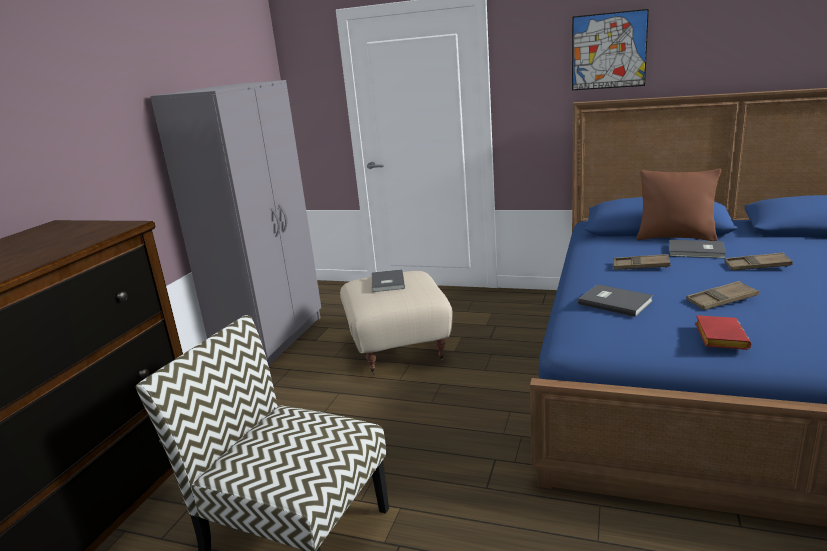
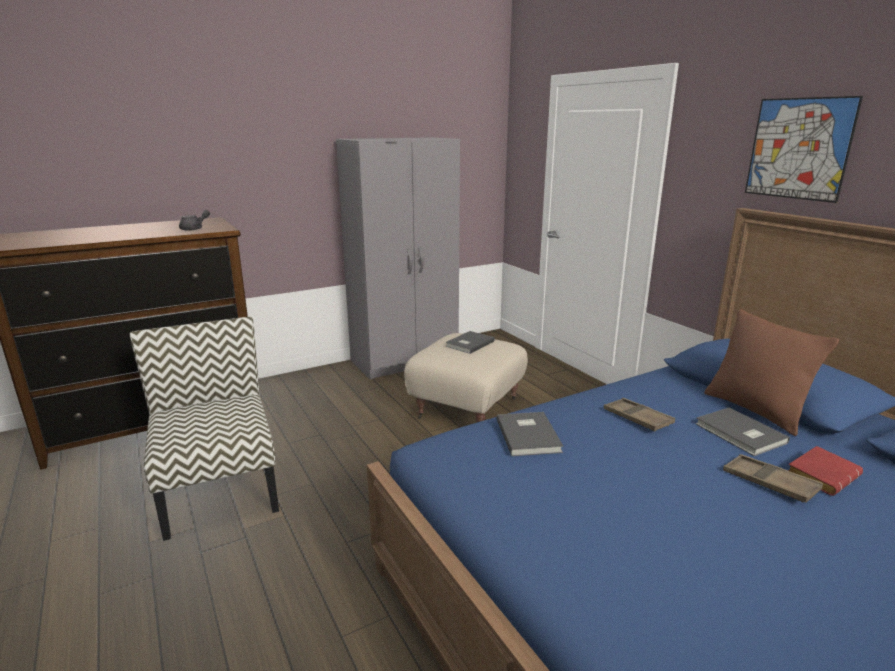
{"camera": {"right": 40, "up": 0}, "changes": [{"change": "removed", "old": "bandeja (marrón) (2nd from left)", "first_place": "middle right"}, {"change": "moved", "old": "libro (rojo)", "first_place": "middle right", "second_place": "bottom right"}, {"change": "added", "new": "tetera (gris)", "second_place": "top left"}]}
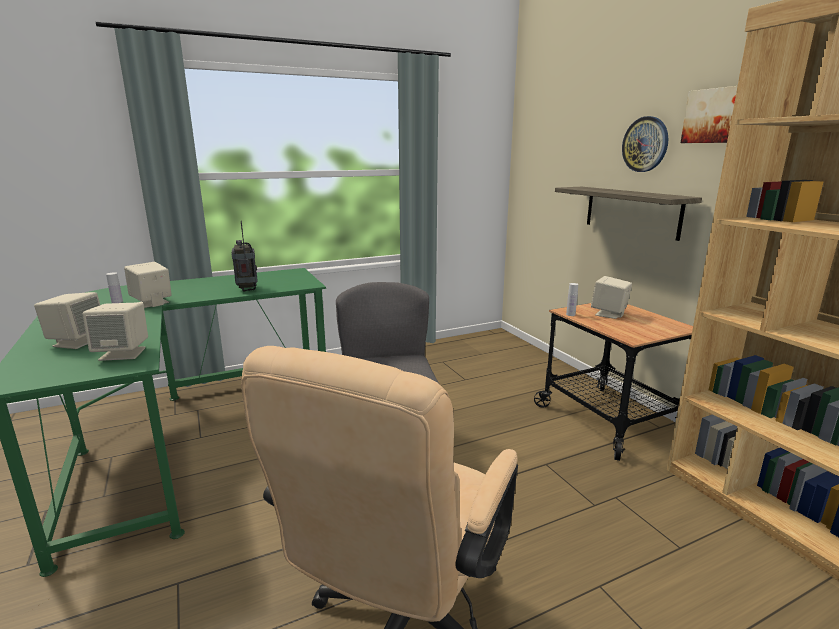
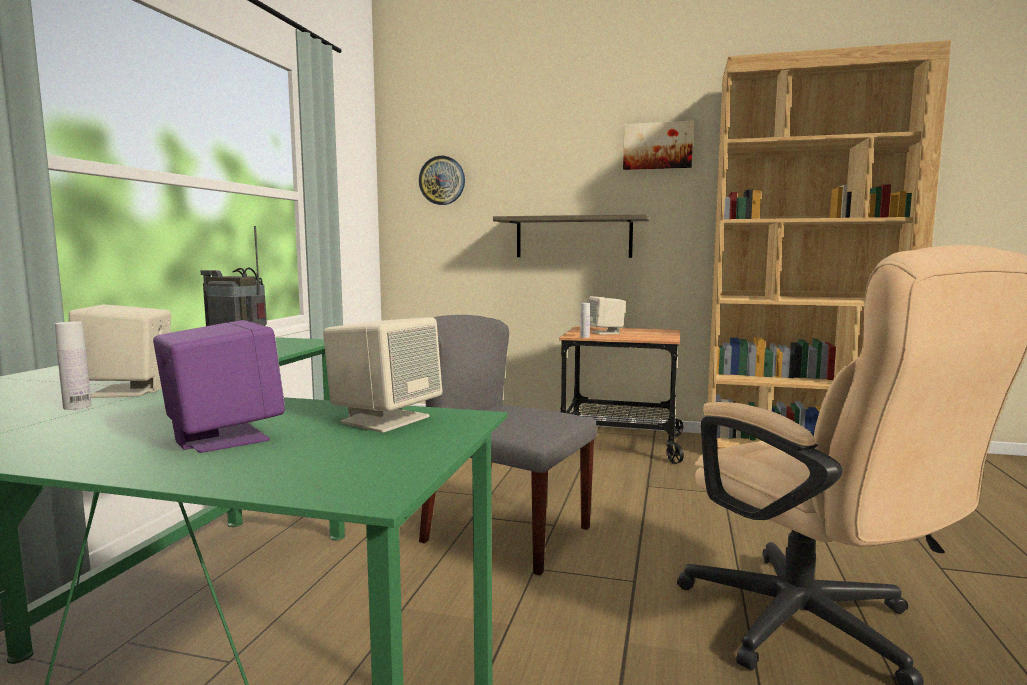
{"camera": {"right": -50, "up": -10}, "changes": [{"change": "recoloured", "old": "altavoz (beis) (1st from left)", "new": "altavoz (morado)", "first_place": "middle left", "second_place": "middle left"}, {"change": "moved", "old": "reloj de pared", "first_place": "top right", "second_place": "top centre"}]}
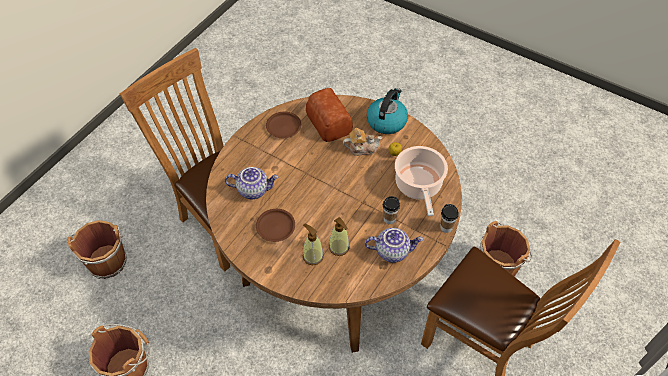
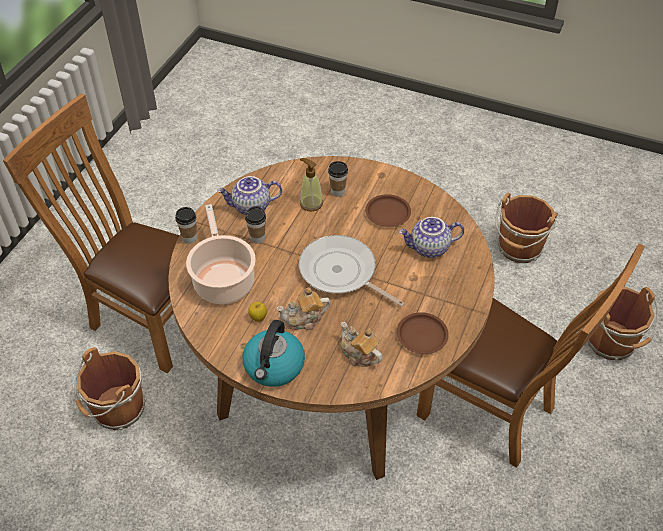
{"camera": {"right": 170, "up": -5}, "changes": [{"change": "replaced", "old": "dispensador de jabón (1st from left)", "new": "taza (3rd from left)", "first_place": "centre", "second_place": "centre"}, {"change": "replaced", "old": "pan", "new": "tetera (3rd from left)", "first_place": "top centre", "second_place": "centre"}, {"change": "added", "new": "sartén", "second_place": "centre"}]}
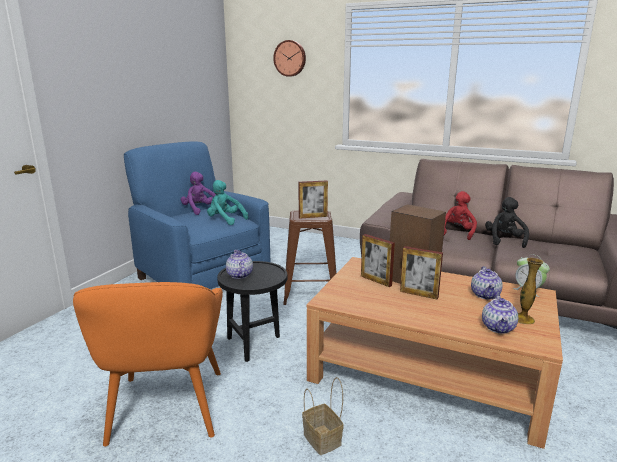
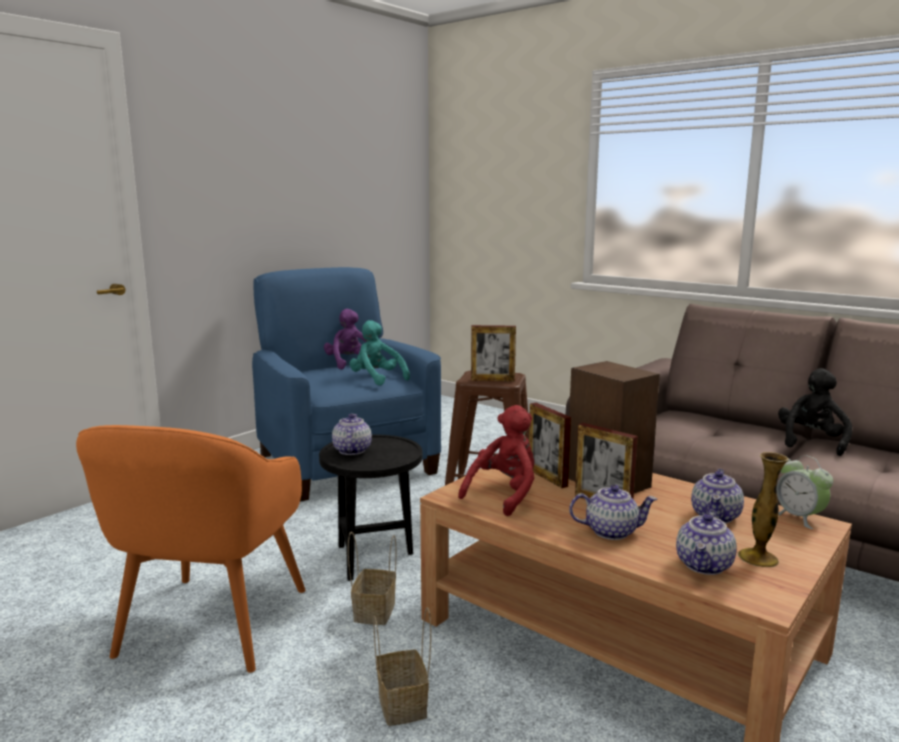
{"camera": {"right": 15, "up": -5}, "changes": [{"change": "removed", "old": "reloj de pared", "first_place": "top centre"}, {"change": "moved", "old": "peluche (rojo)", "first_place": "middle right", "second_place": "centre"}, {"change": "added", "new": "cesta (1st from left)", "second_place": "bottom centre"}, {"change": "added", "new": "tetera (2nd from left)", "second_place": "bottom right"}]}
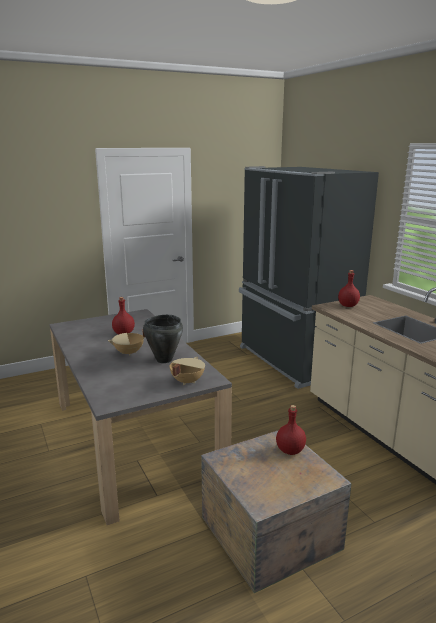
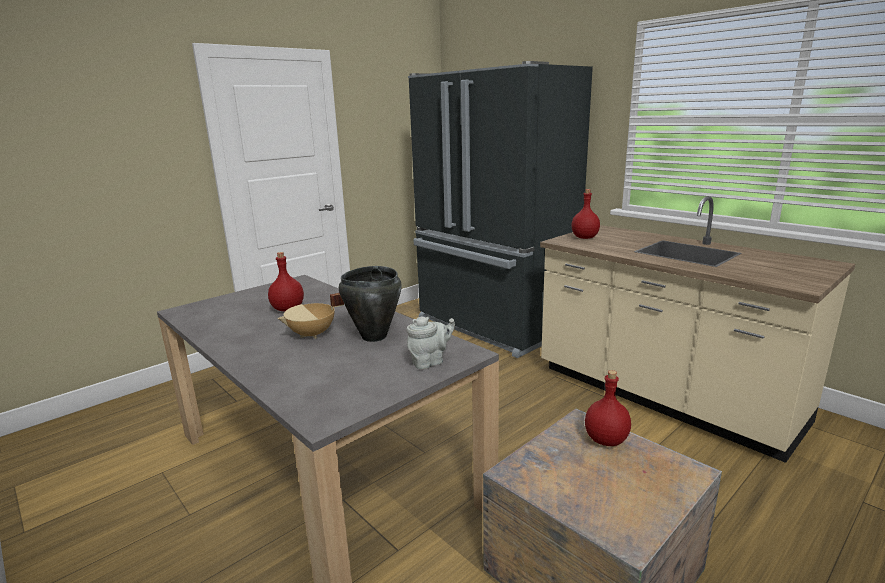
{"camera": {"right": -15, "up": 0}, "changes": [{"change": "replaced", "old": "olla (beis) (2nd from left)", "new": "tetera (gris)", "first_place": "centre", "second_place": "centre"}]}
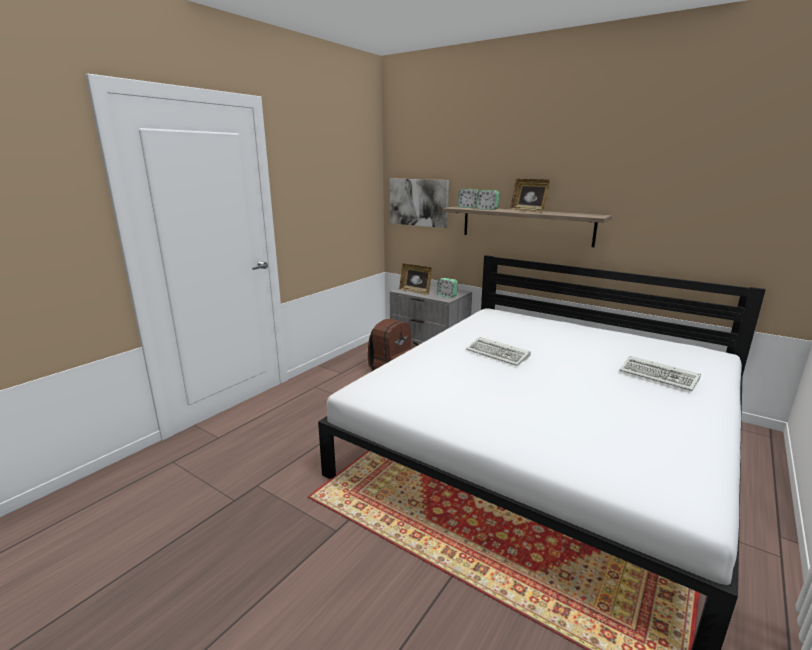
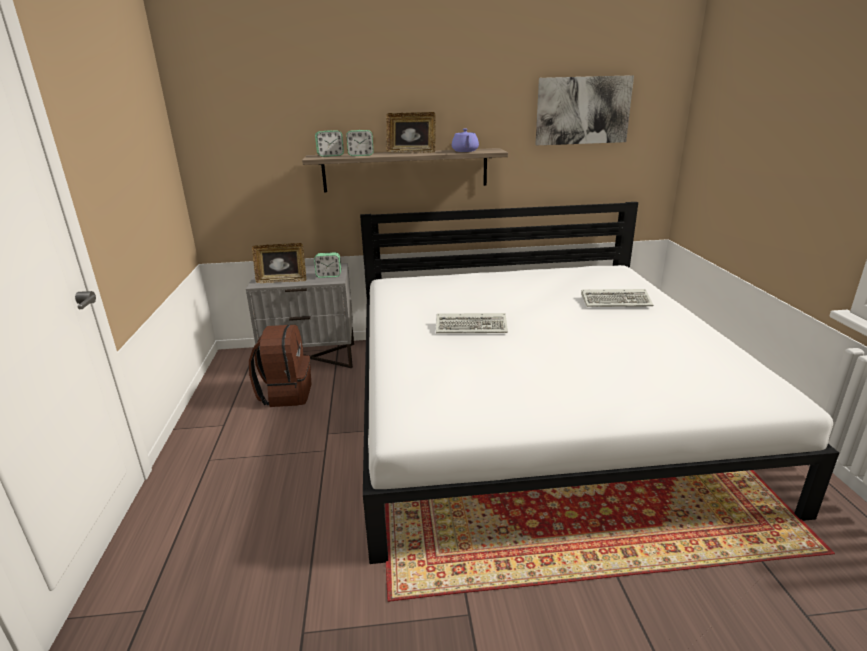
{"camera": {"right": -40, "up": 5}, "changes": [{"change": "moved", "old": "cuadro", "first_place": "top centre", "second_place": "top right"}, {"change": "added", "new": "tetera (morado)", "second_place": "top centre"}]}
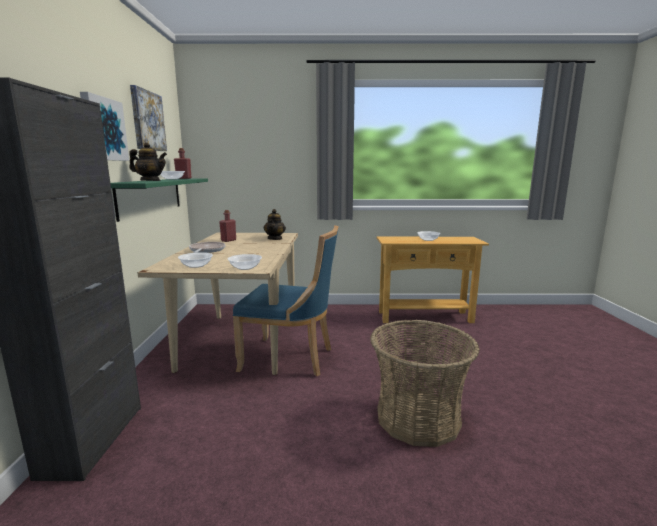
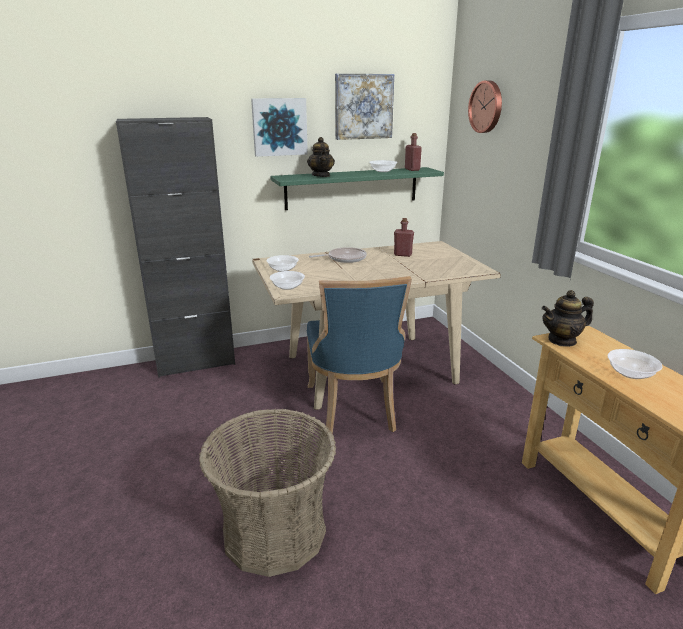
{"camera": {"right": 70, "up": 10}, "changes": [{"change": "moved", "old": "tetera (2nd from left)", "first_place": "centre", "second_place": "middle right"}, {"change": "added", "new": "reloj de pared", "second_place": "top right"}]}
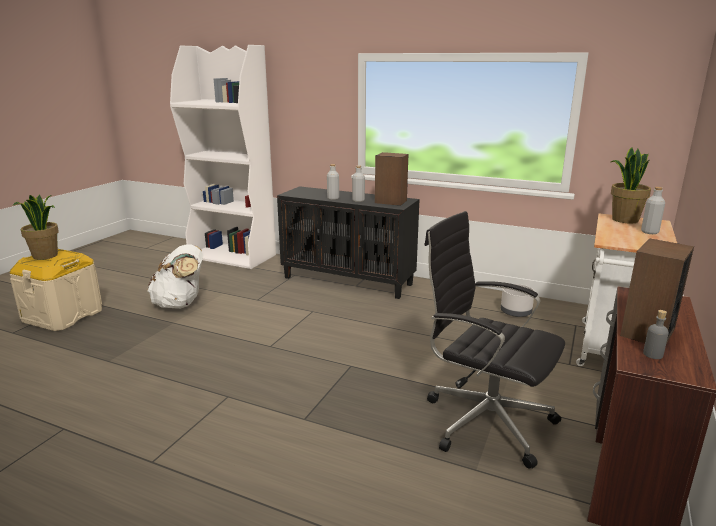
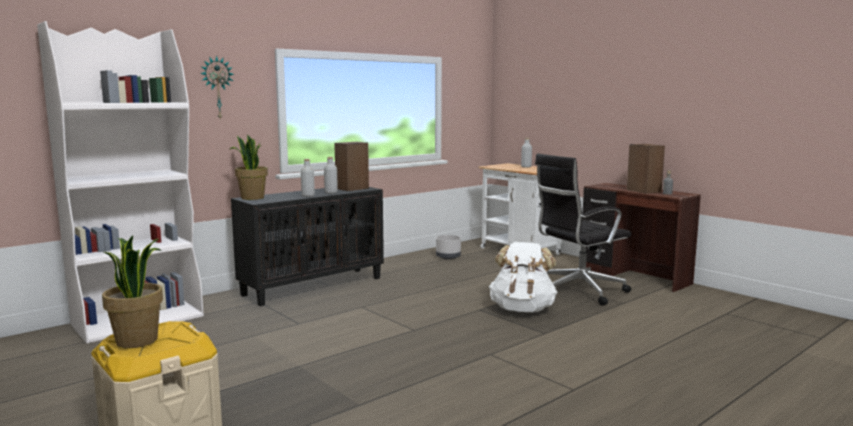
{"camera": {"right": -65, "up": -10}, "changes": [{"change": "moved", "old": "mochila (blanco)", "first_place": "middle left", "second_place": "centre"}, {"change": "moved", "old": "planta en maceta (2nd from left)", "first_place": "middle right", "second_place": "middle left"}, {"change": "added", "new": "reloj de pared", "second_place": "top left"}]}
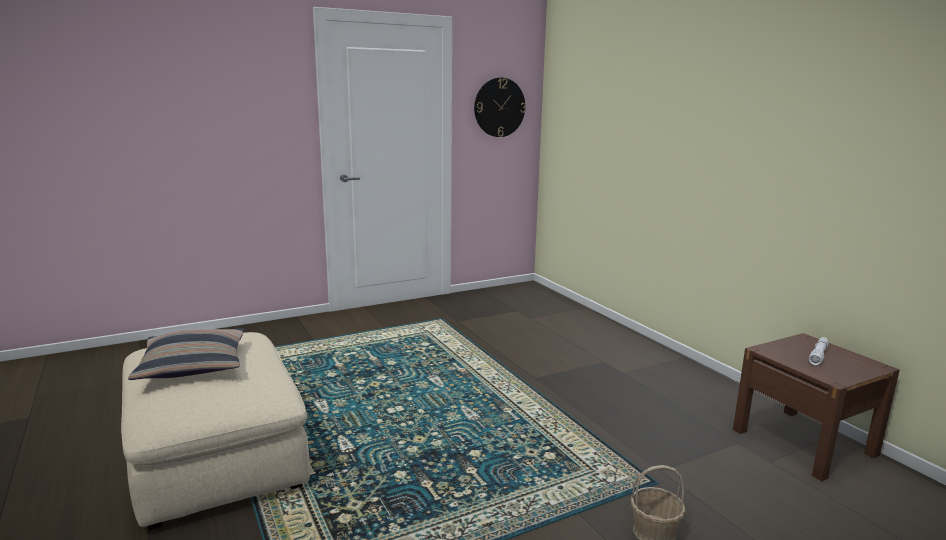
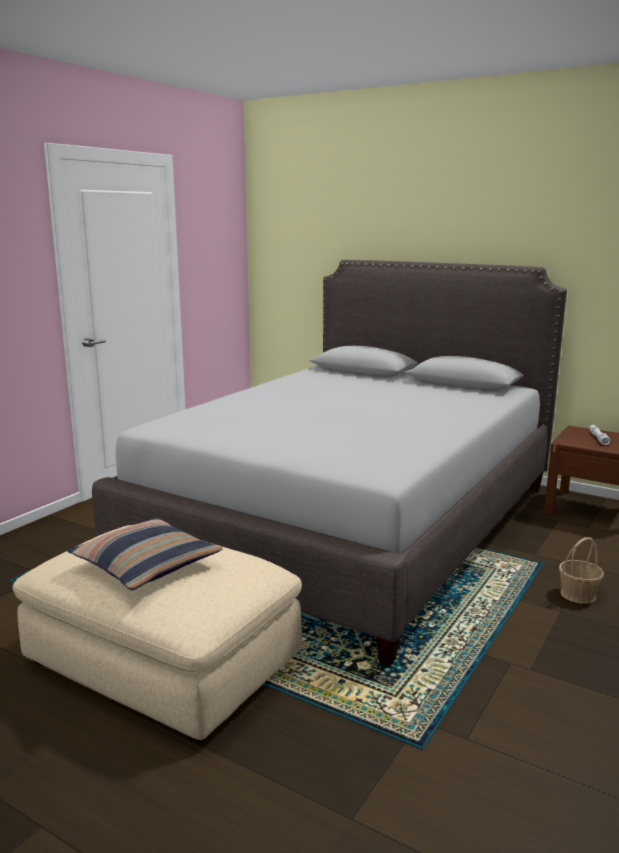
{"camera": {"right": -30, "up": 0}, "changes": [{"change": "removed", "old": "reloj de pared", "first_place": "top centre"}, {"change": "added", "new": "cama (gris)", "second_place": "centre"}]}
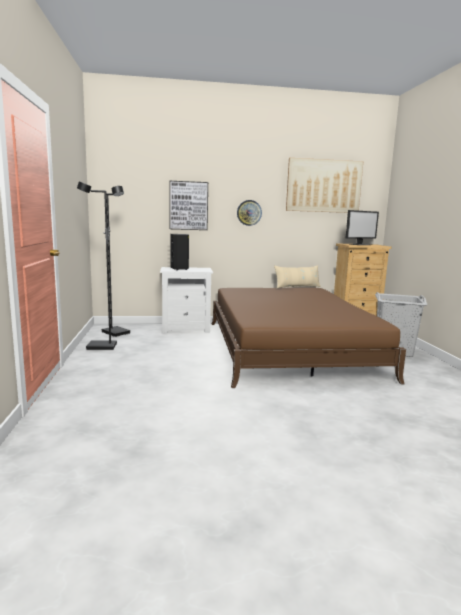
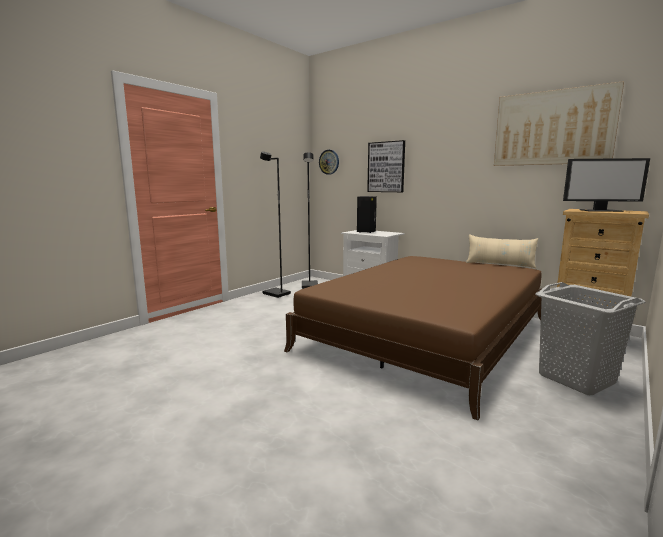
{"camera": {"right": 45, "up": 0}, "changes": [{"change": "moved", "old": "reloj de pared", "first_place": "centre", "second_place": "top centre"}]}
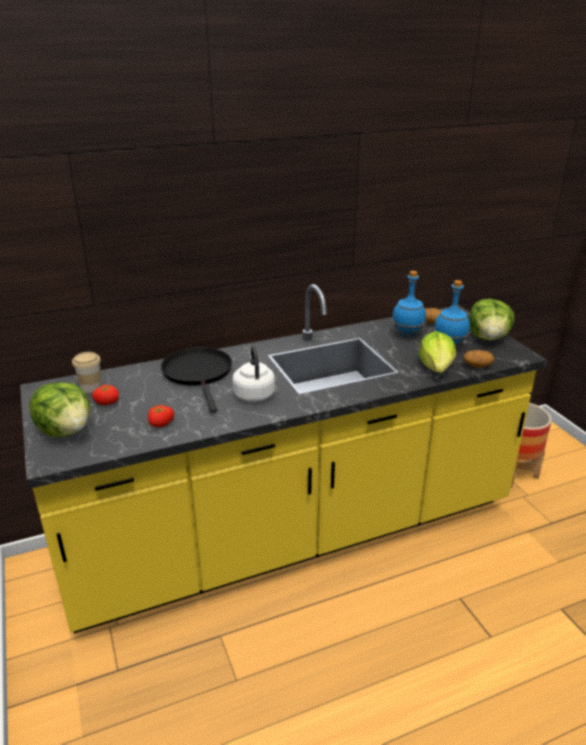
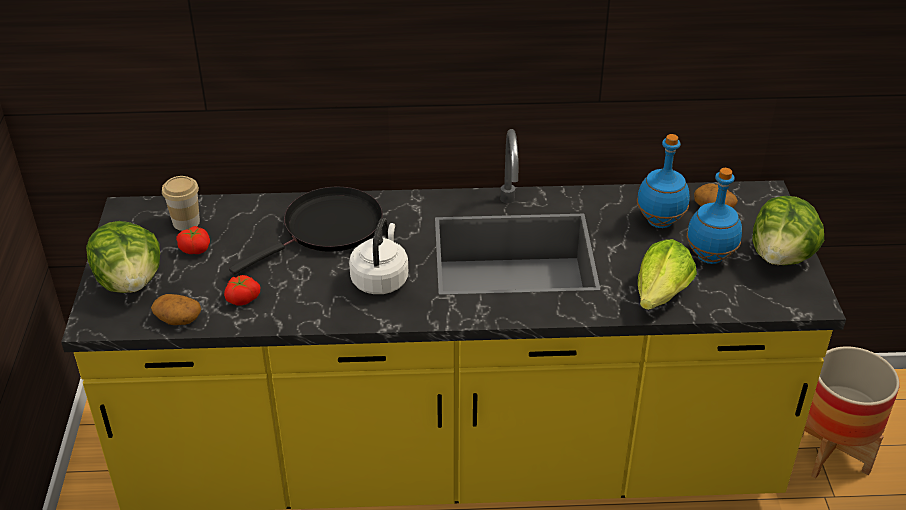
{"camera": {"right": 20, "up": 10}, "changes": [{"change": "turned", "old": "sartén (negro)", "first_place": "centre", "second_place": "centre", "degrees": 45}, {"change": "moved", "old": "patata (2nd from left in the first image)", "new": "patata (1st from left)", "first_place": "middle right", "second_place": "middle left"}]}
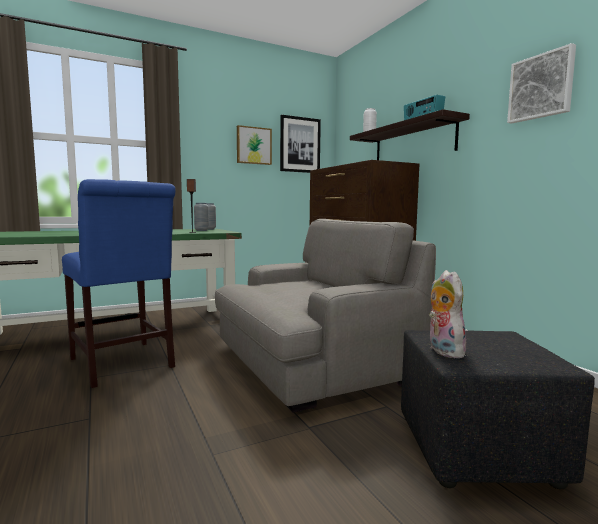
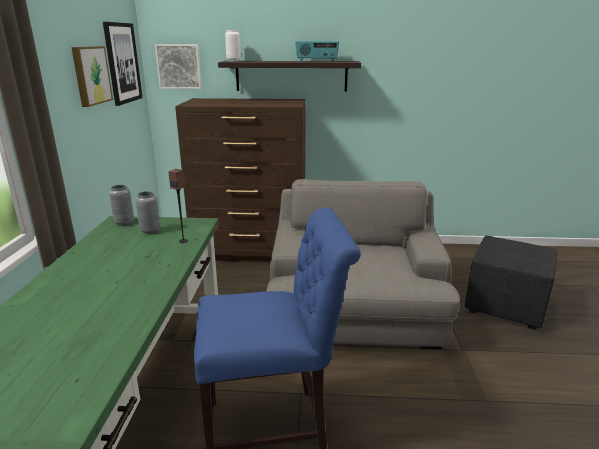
{"camera": {"right": -60, "up": 15}, "changes": [{"change": "removed", "old": "peluche", "first_place": "middle right"}, {"change": "moved", "old": "cuadro (3rd from left)", "first_place": "top right", "second_place": "top left"}]}
